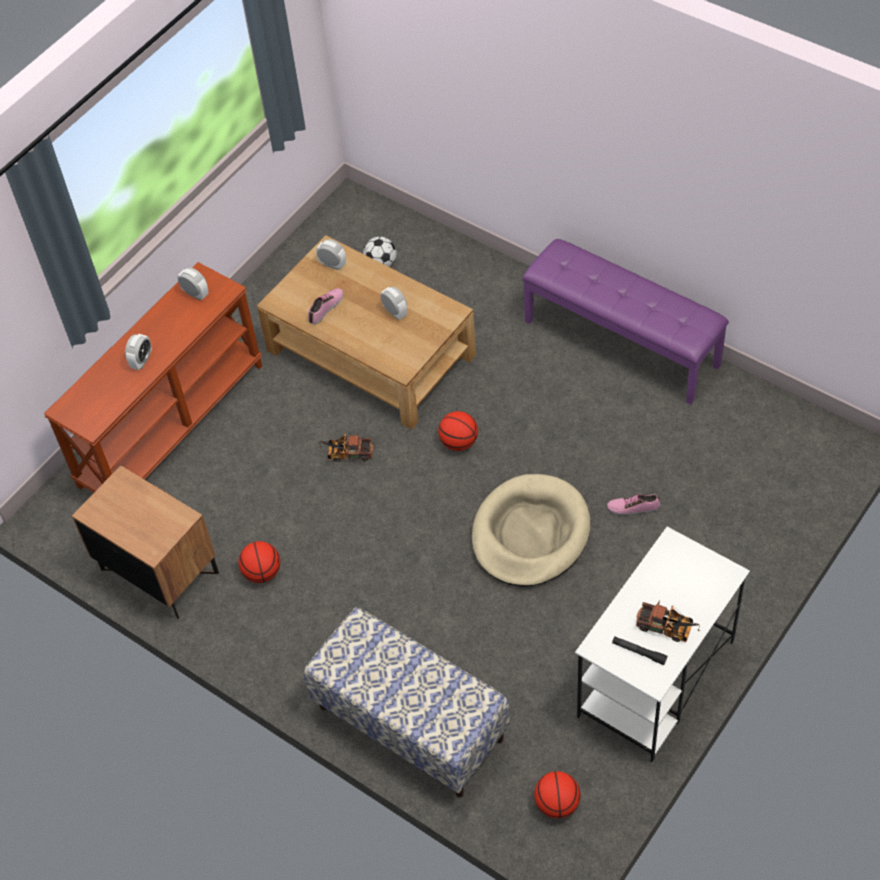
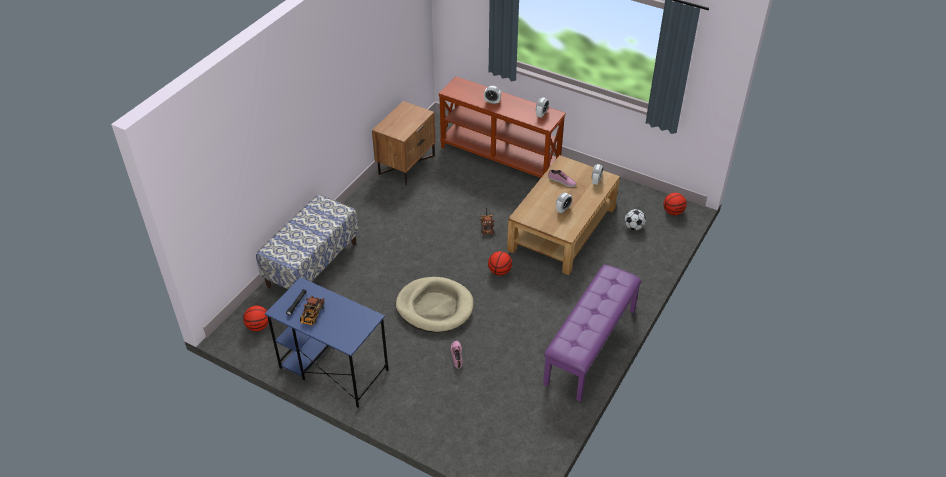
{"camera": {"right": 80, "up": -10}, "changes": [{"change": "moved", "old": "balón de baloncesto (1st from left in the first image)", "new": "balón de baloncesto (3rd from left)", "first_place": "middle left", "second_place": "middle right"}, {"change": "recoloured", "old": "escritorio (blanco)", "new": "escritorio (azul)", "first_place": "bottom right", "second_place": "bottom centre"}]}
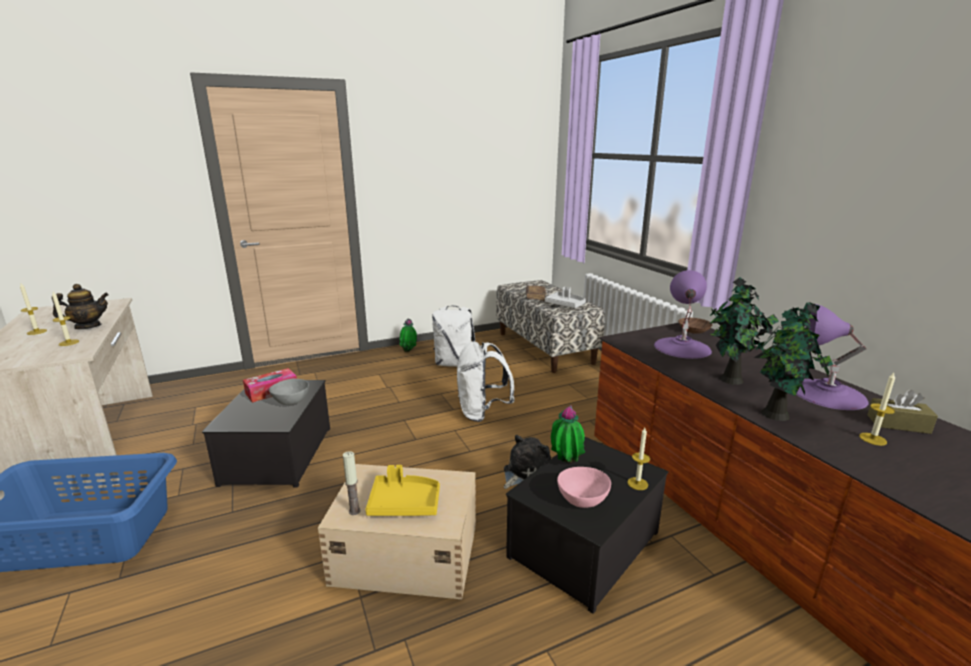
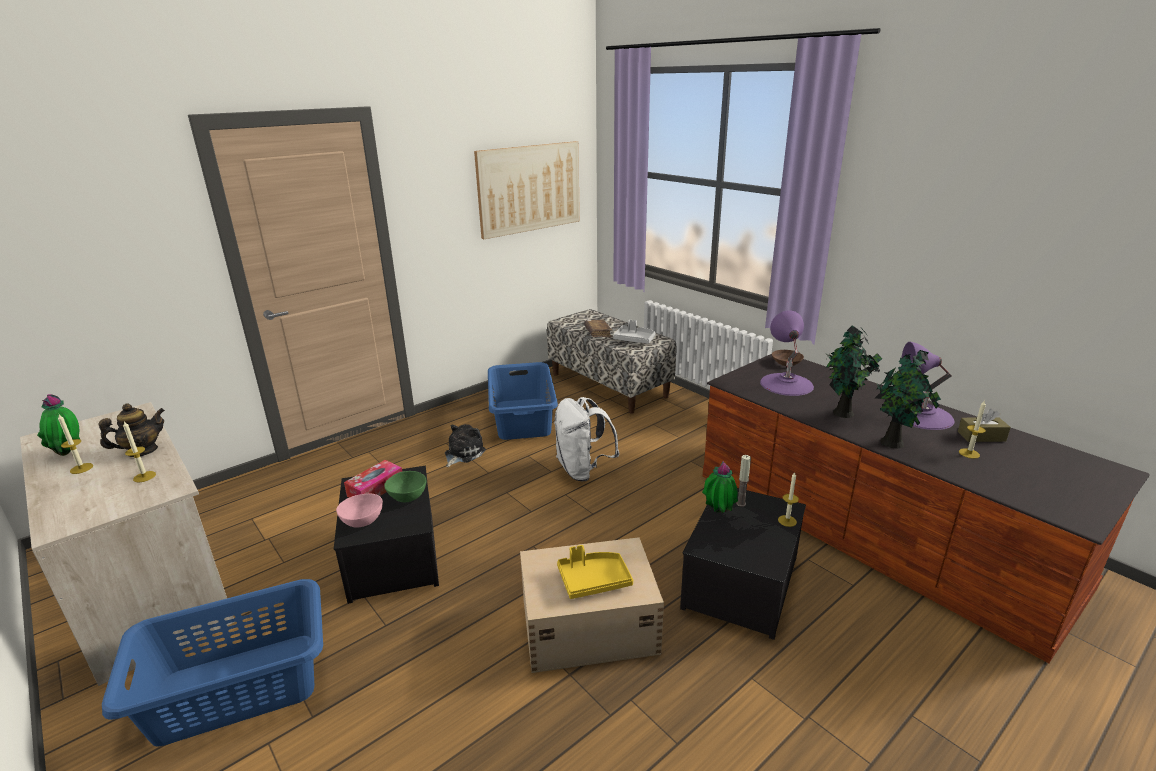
{"camera": {"right": -15, "up": 5}, "changes": [{"change": "recoloured", "old": "cuenco (gris)", "new": "cuenco (verde)", "first_place": "middle left", "second_place": "centre"}, {"change": "moved", "old": "vela (3rd from left)", "first_place": "bottom centre", "second_place": "centre"}, {"change": "moved", "old": "planta en maceta (1st from left)", "first_place": "centre", "second_place": "middle left"}, {"change": "replaced", "old": "mochila (blanco) (1st from left)", "new": "cesto de la ropa (azul) (2nd from left)", "first_place": "centre", "second_place": "centre"}, {"change": "moved", "old": "peluche", "first_place": "bottom centre", "second_place": "centre"}, {"change": "moved", "old": "cuenco (rosa)", "first_place": "bottom centre", "second_place": "middle left"}, {"change": "added", "new": "cuadro", "second_place": "top centre"}]}
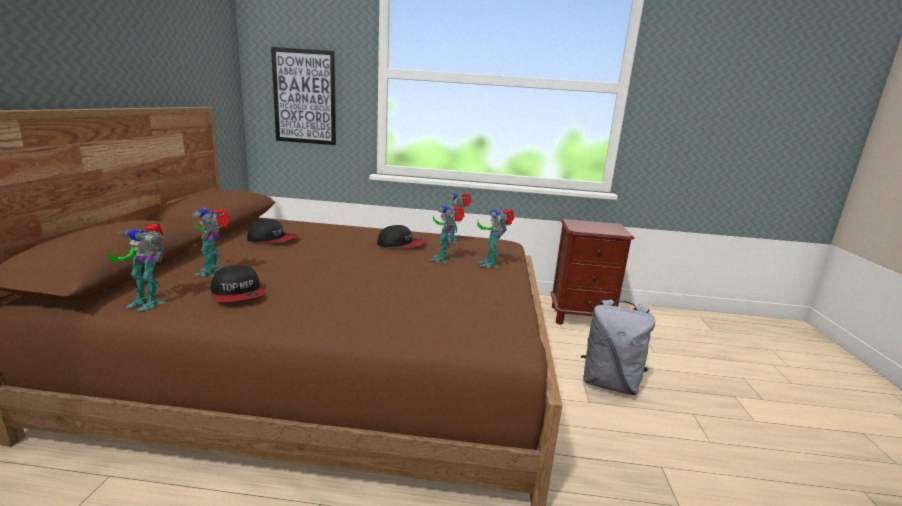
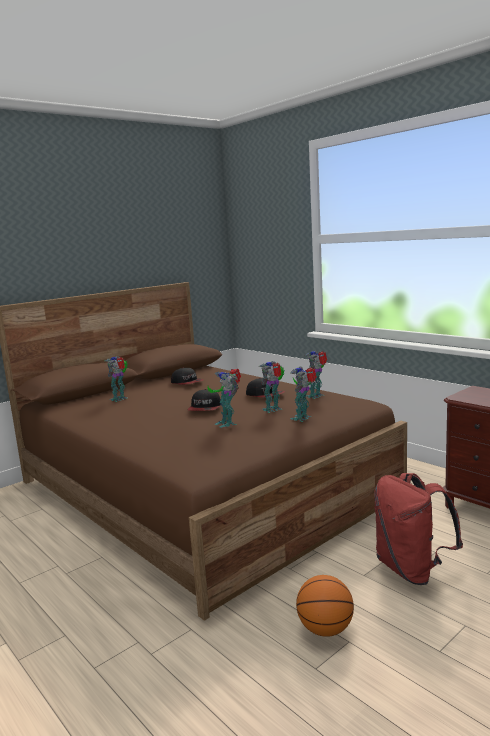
{"camera": {"right": 45, "up": -5}, "changes": [{"change": "moved", "old": "robot de juguete (1st from left in the first image)", "new": "robot de juguete (2nd from left)", "first_place": "middle left", "second_place": "centre"}, {"change": "moved", "old": "gorra (1st from left in the first image)", "new": "gorra (2nd from left)", "first_place": "middle left", "second_place": "centre"}, {"change": "removed", "old": "cuadro", "first_place": "top centre"}, {"change": "recoloured", "old": "mochila (gris)", "new": "mochila (rojo)", "first_place": "bottom right", "second_place": "bottom right"}, {"change": "added", "new": "balón de baloncesto", "second_place": "bottom centre"}]}
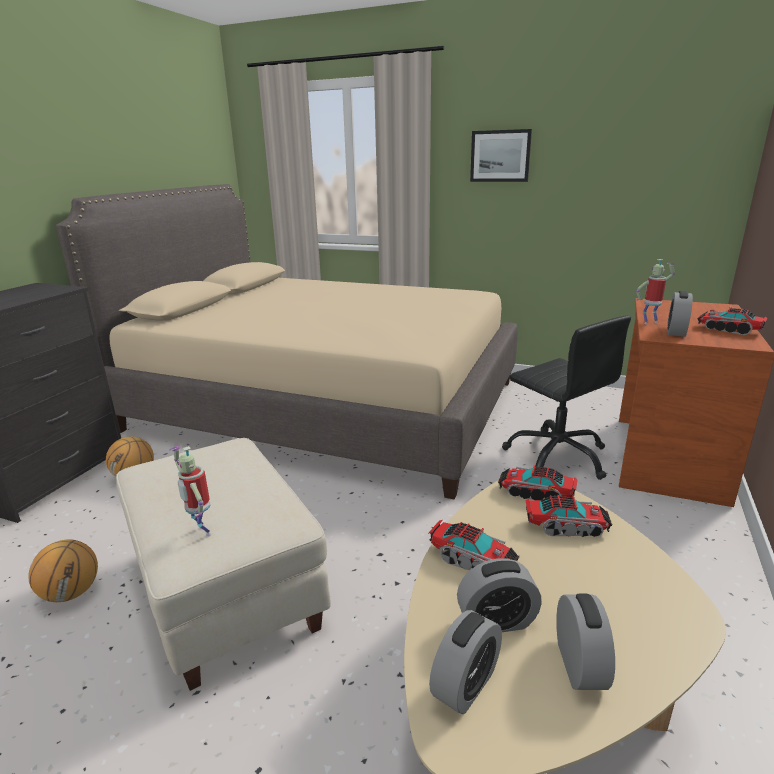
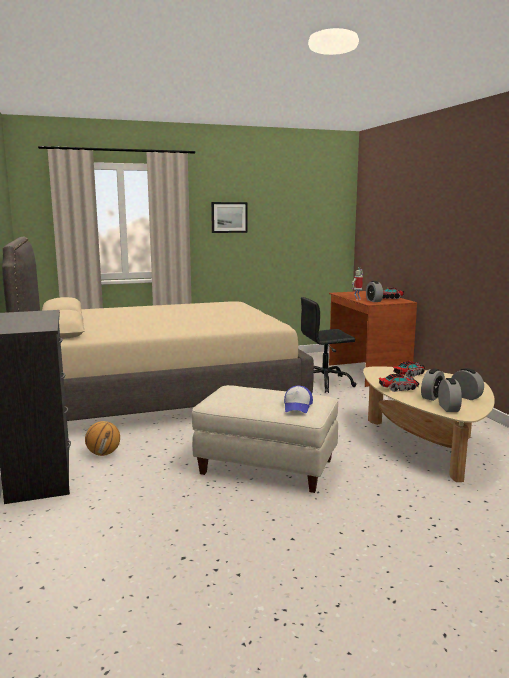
{"camera": {"right": -40, "up": -10}, "changes": [{"change": "removed", "old": "balón de baloncesto (1st from left)", "first_place": "bottom left"}, {"change": "replaced", "old": "robot de juguete (1st from left)", "new": "gorra", "first_place": "middle left", "second_place": "centre"}, {"change": "removed", "old": "camión de juguete (2nd from left)", "first_place": "middle right"}, {"change": "turned", "old": "silla de oficina (negro)", "first_place": "middle right", "second_place": "centre", "degrees": 150}]}
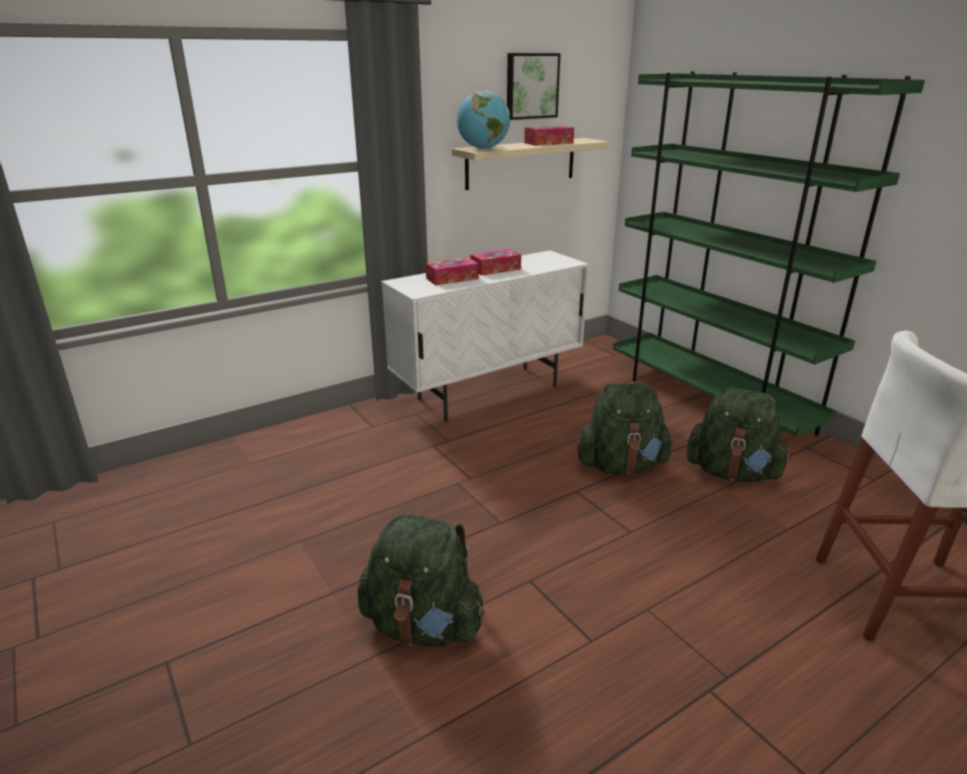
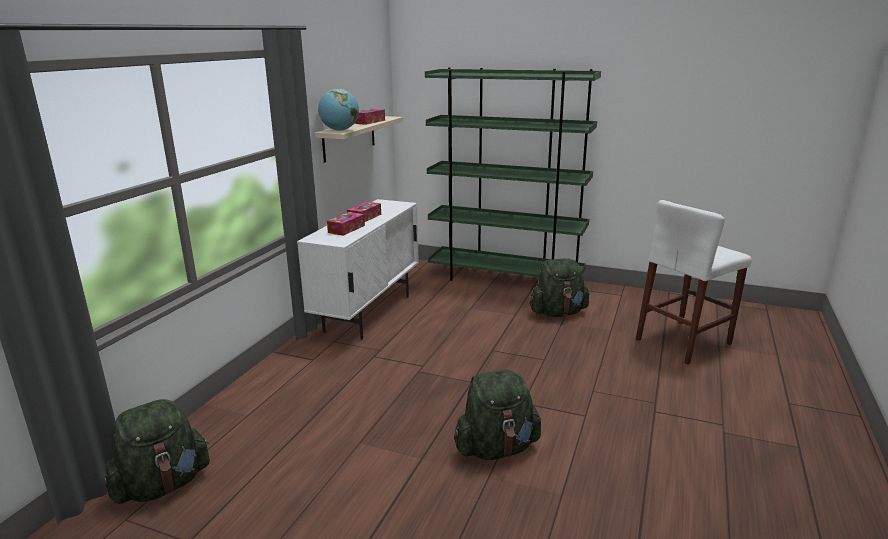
{"camera": {"right": -35, "up": -5}, "changes": [{"change": "removed", "old": "cuadro", "first_place": "top centre"}, {"change": "moved", "old": "mochila (verde) (2nd from left in the first image)", "new": "mochila (verde) (1st from left)", "first_place": "centre", "second_place": "bottom left"}]}
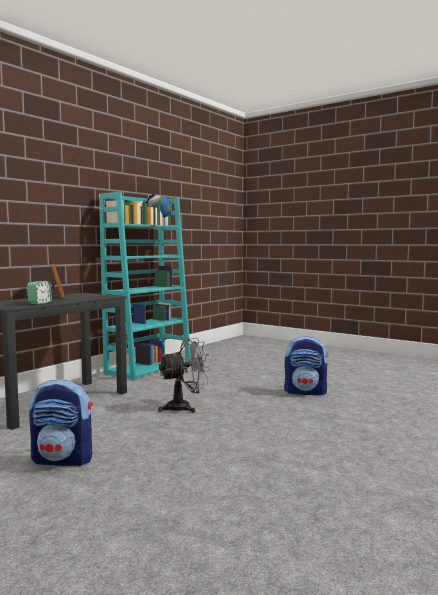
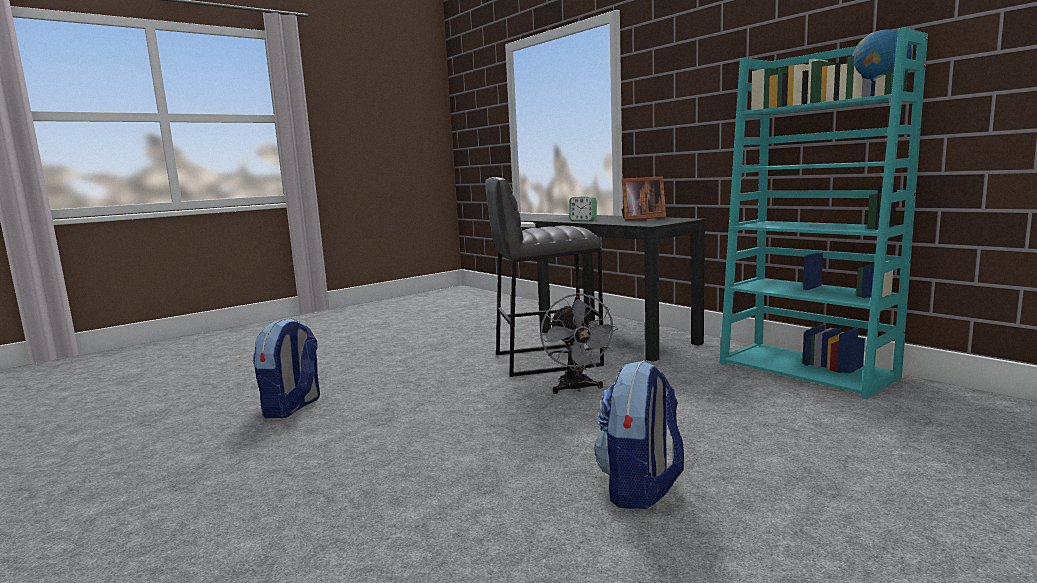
{"camera": {"right": 105, "up": 5}, "changes": [{"change": "moved", "old": "mochila (1st from left)", "first_place": "bottom left", "second_place": "middle left"}, {"change": "added", "new": "taburete (gris)", "second_place": "centre"}]}
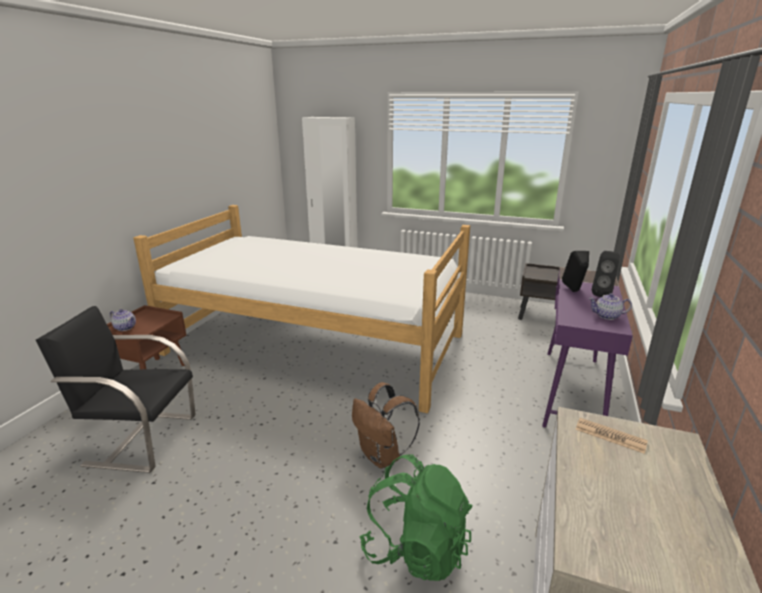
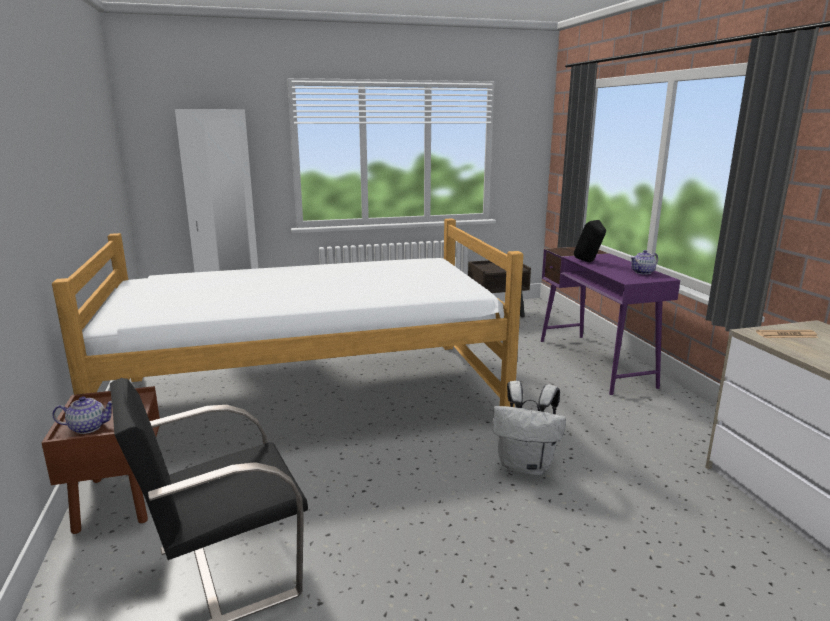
{"camera": {"right": -35, "up": -5}, "changes": [{"change": "recoloured", "old": "mochila (marrón)", "new": "mochila (blanco)", "first_place": "bottom centre", "second_place": "bottom centre"}, {"change": "removed", "old": "mochila (verde)", "first_place": "bottom centre"}, {"change": "removed", "old": "altavoz (negro) (2nd from left)", "first_place": "middle right"}]}
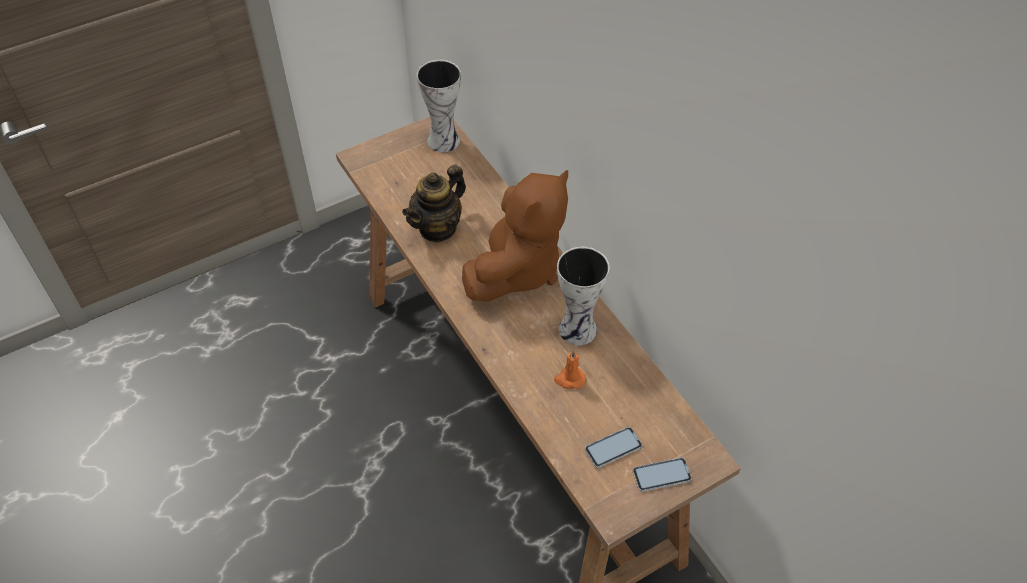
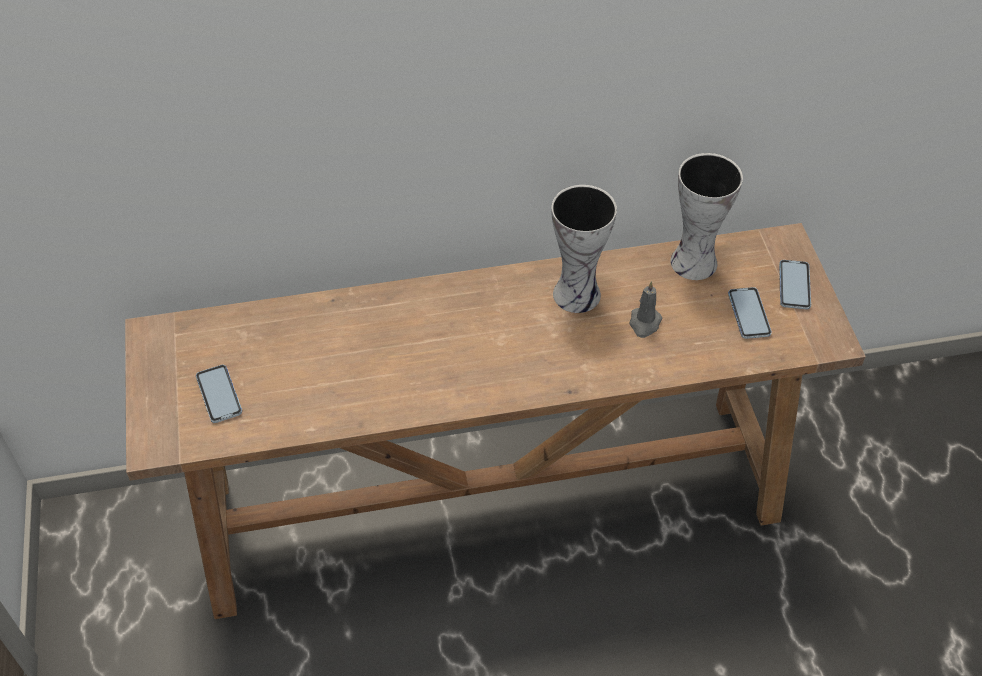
{"camera": {"right": -70, "up": 0}, "changes": [{"change": "removed", "old": "tetera", "first_place": "centre"}, {"change": "moved", "old": "florero (1st from left in the first image)", "new": "florero (2nd from left)", "first_place": "top centre", "second_place": "top right"}, {"change": "removed", "old": "peluche (marrón)", "first_place": "centre"}, {"change": "recoloured", "old": "vela (naranja)", "new": "vela (gris)", "first_place": "centre", "second_place": "centre"}, {"change": "added", "new": "móvil (1st from left)", "second_place": "middle left"}]}
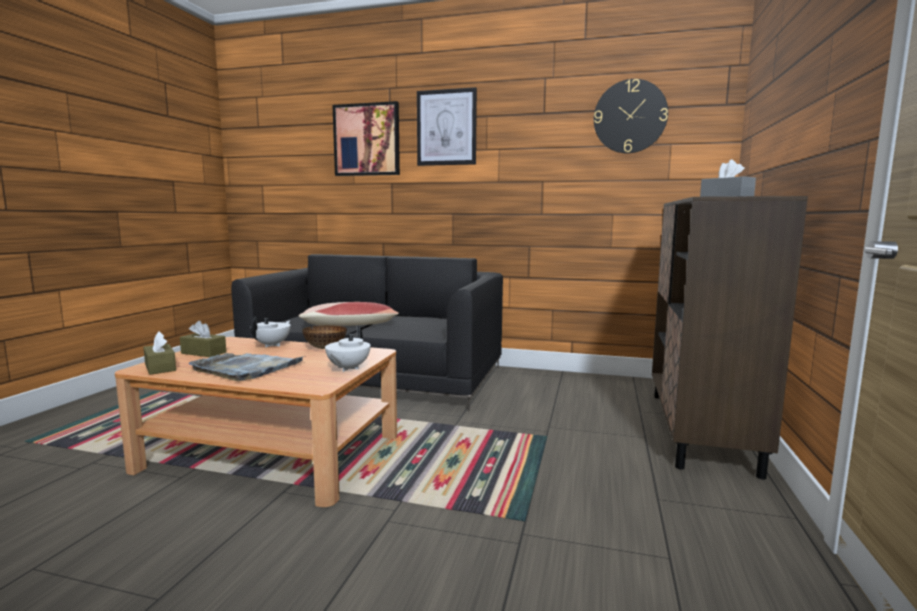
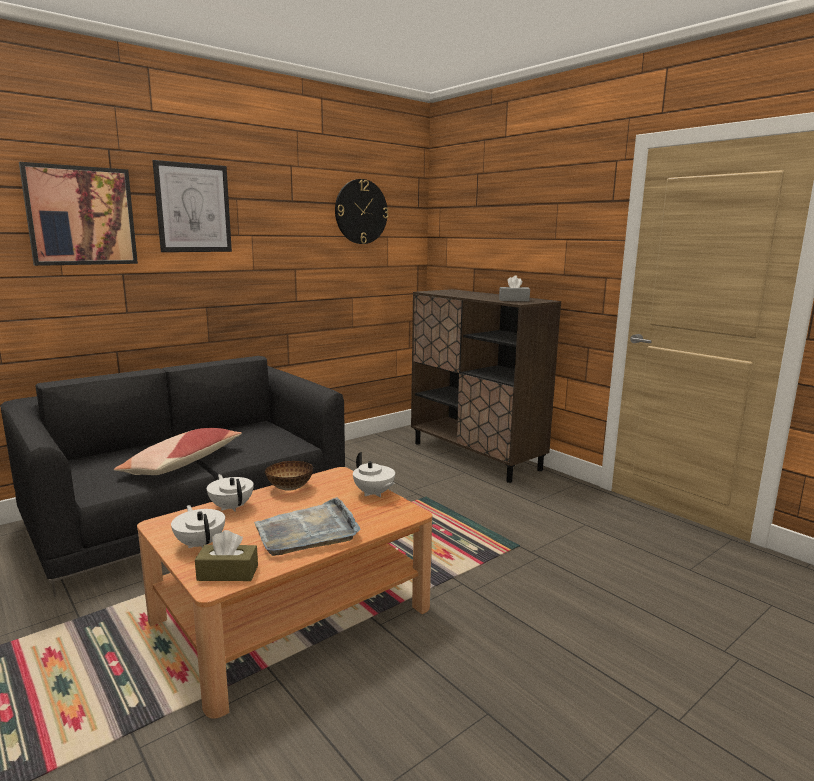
{"camera": {"right": -55, "up": 5}, "changes": [{"change": "replaced", "old": "caja de pañuelos (marrón) (2nd from left)", "new": "tetera (blanco) (1st from left)", "first_place": "middle left", "second_place": "bottom left"}]}
